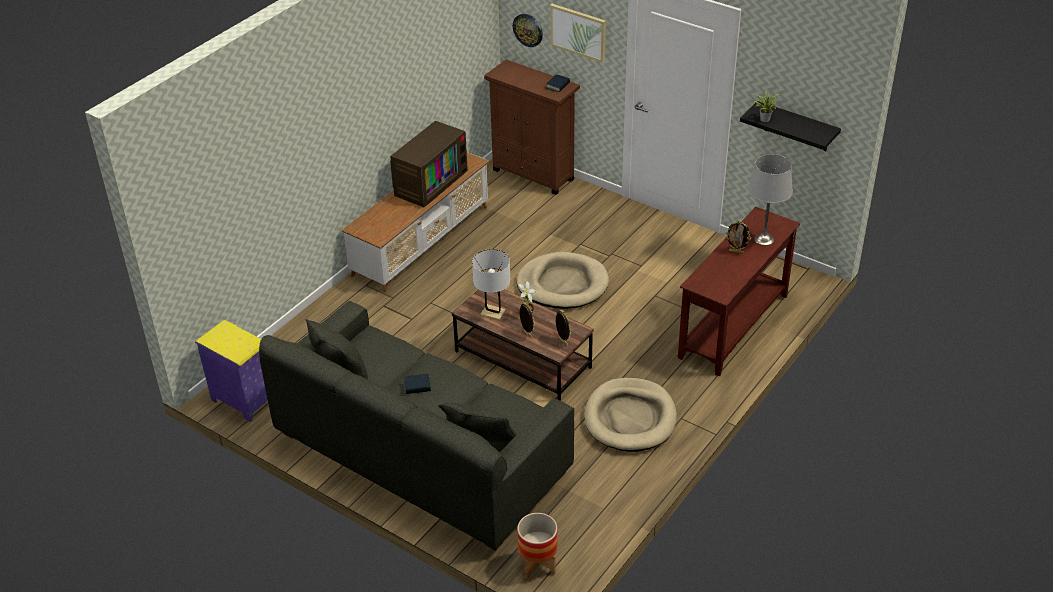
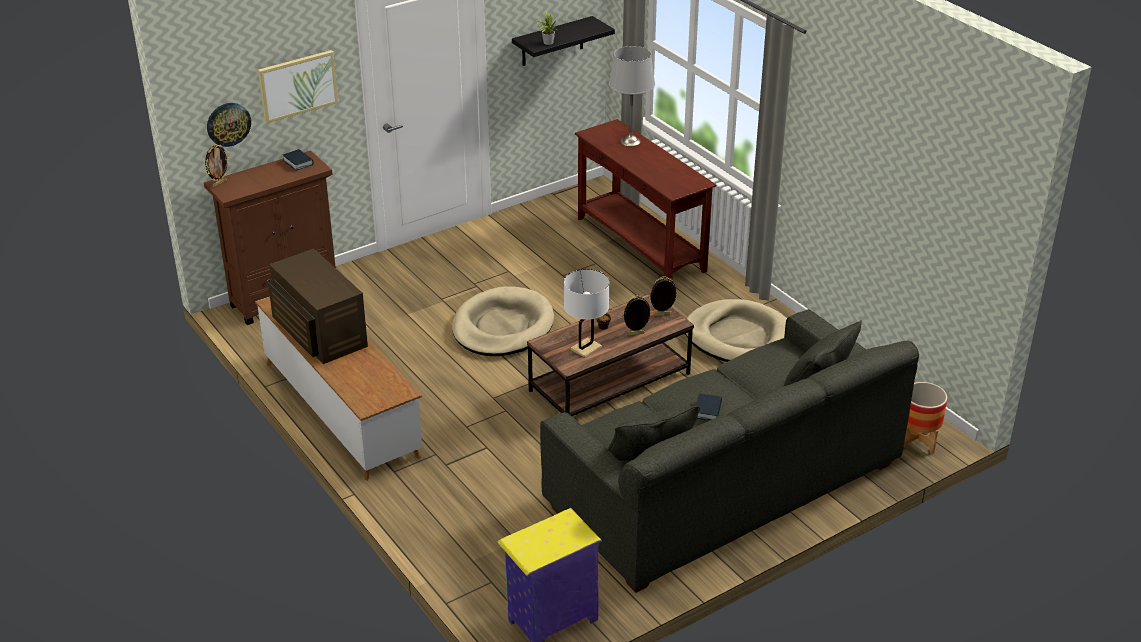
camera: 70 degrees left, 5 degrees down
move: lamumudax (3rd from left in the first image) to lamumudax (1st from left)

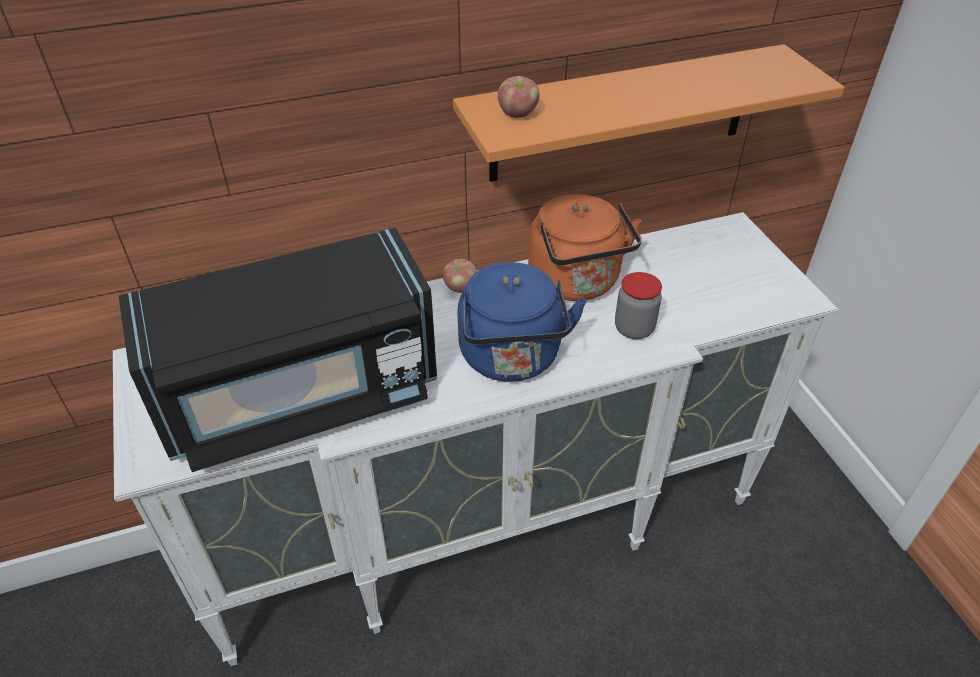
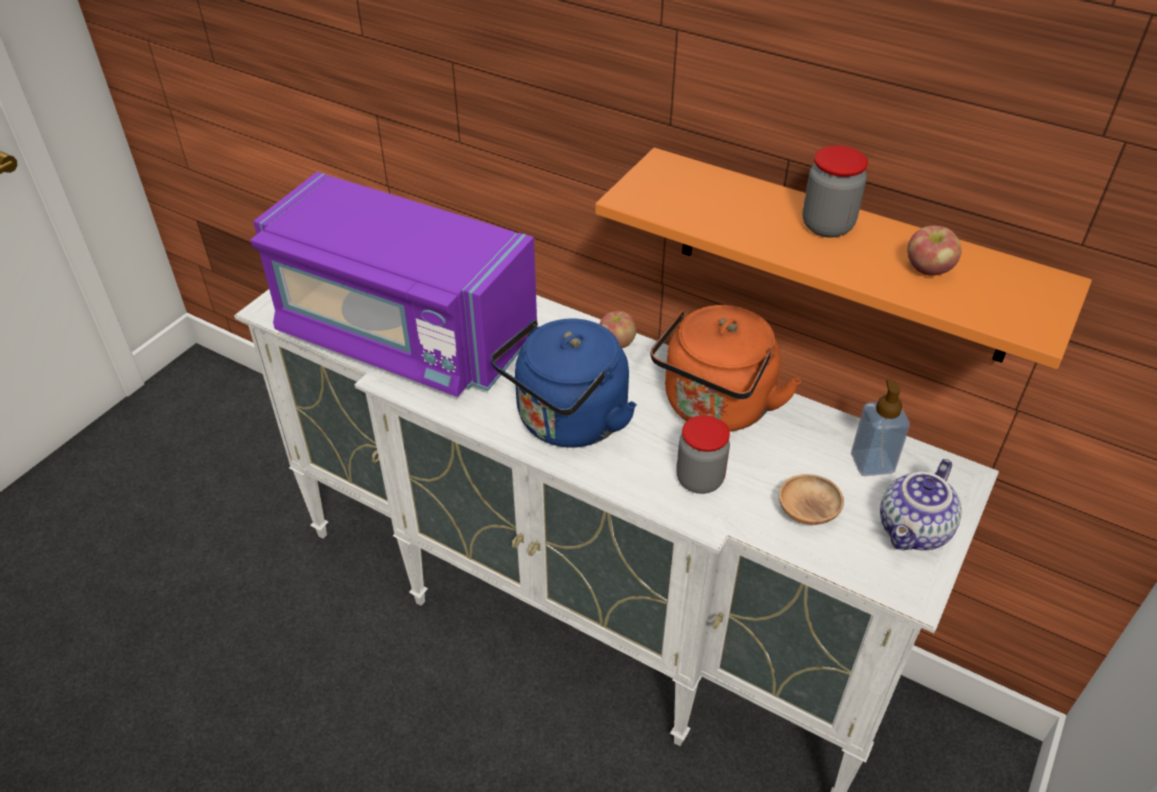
camera: 50 degrees right, 0 degrees up
insert: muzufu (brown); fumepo (2nd from left); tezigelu; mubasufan
move: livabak (2nd from left)
recolor: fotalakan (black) to fotalakan (purple)

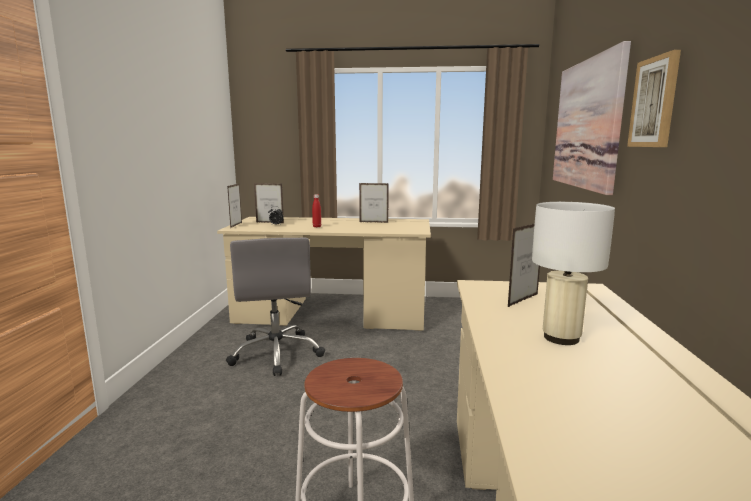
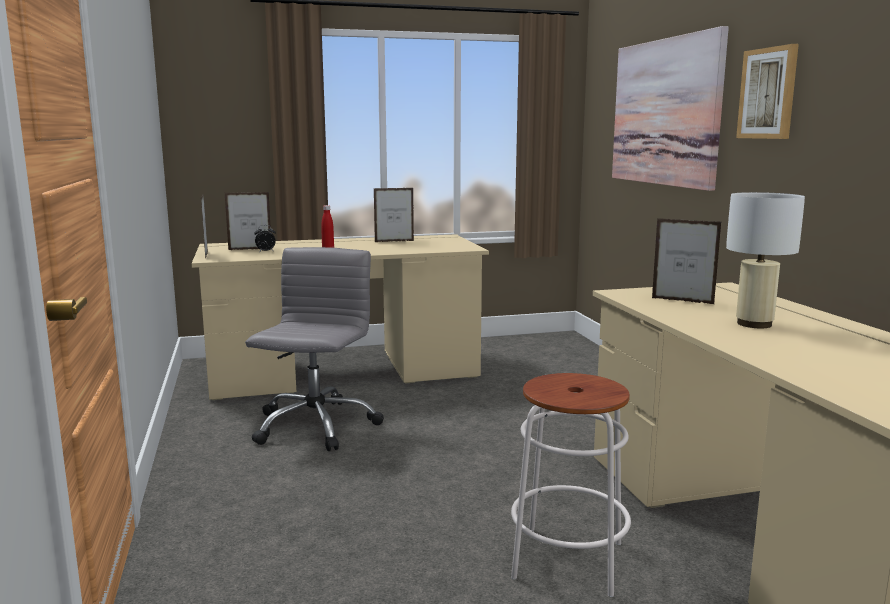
camera: 20 degrees left, 0 degrees up
rotate: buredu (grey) 135 degrees counterclockwise; lamumudax (4th from left) 90 degrees clockwise

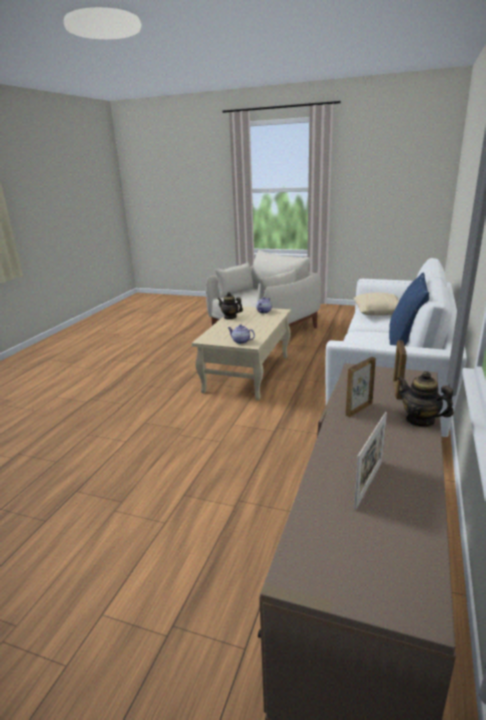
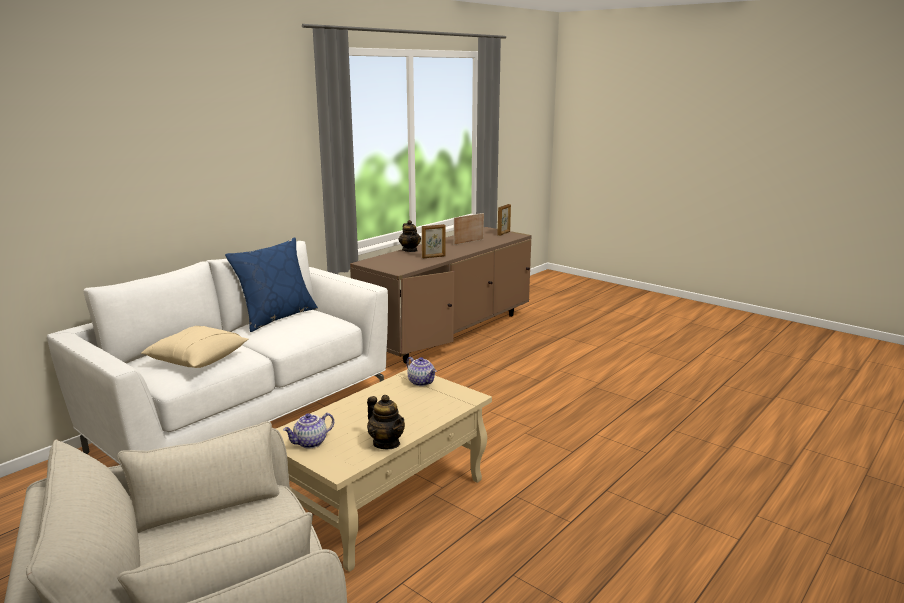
camera: 160 degrees left, 5 degrees down
move: lamumudax (3rd from left)

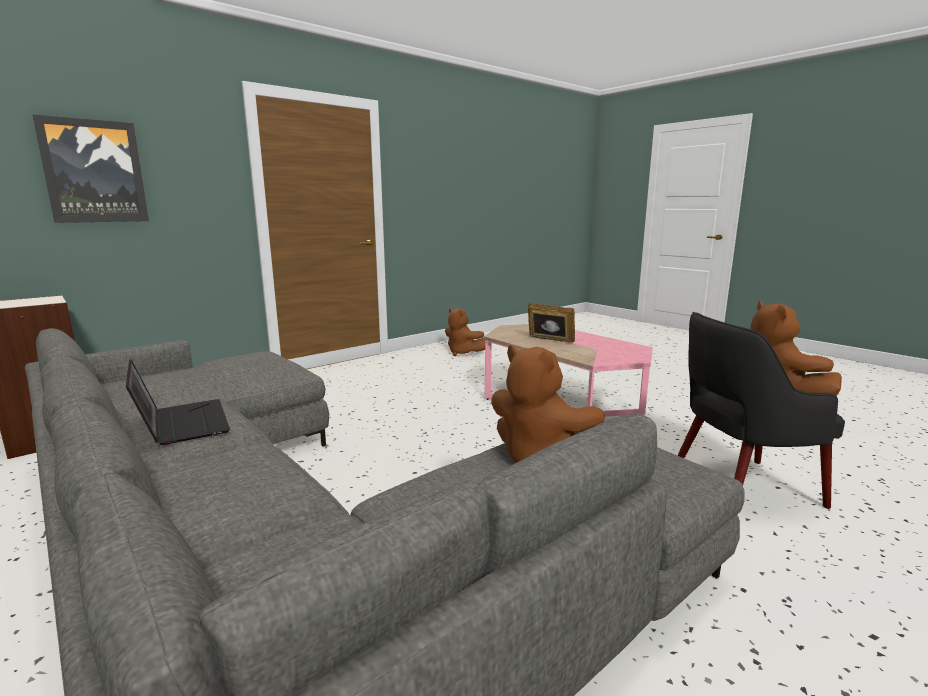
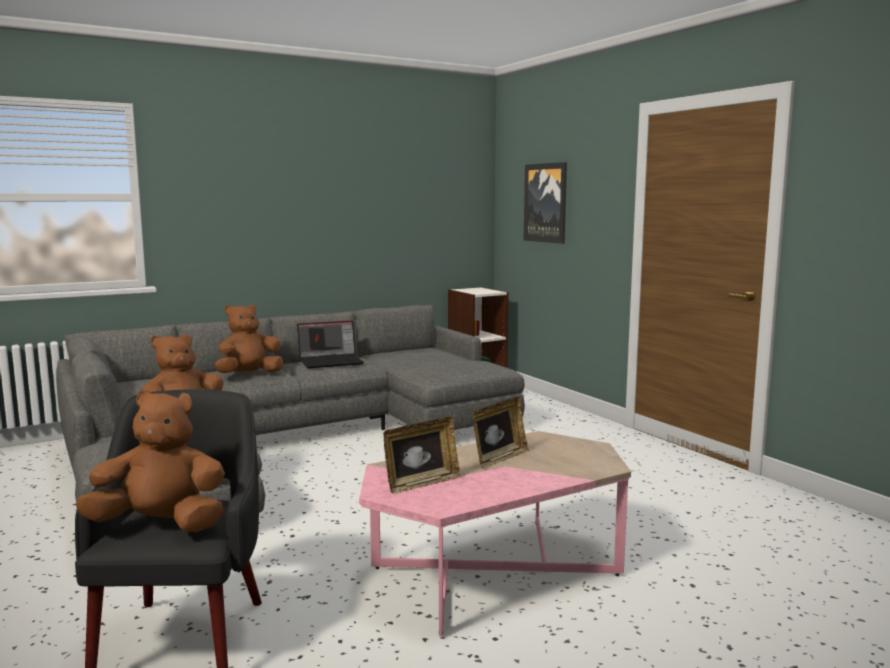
camera: 100 degrees right, 5 degrees down
insert: lamumudax (1st from left)
move: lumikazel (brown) (1st from left in the first image) to lumikazel (brown) (3rd from left)

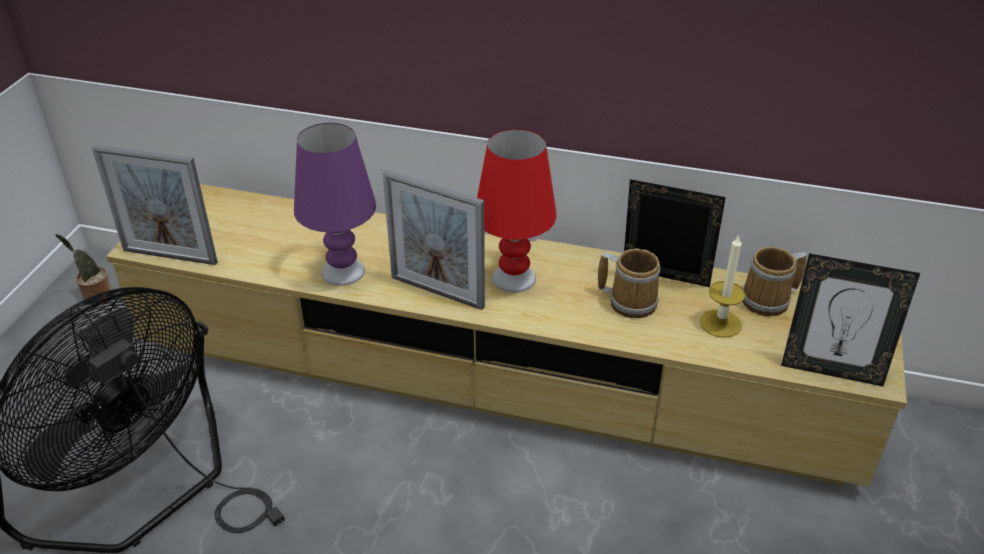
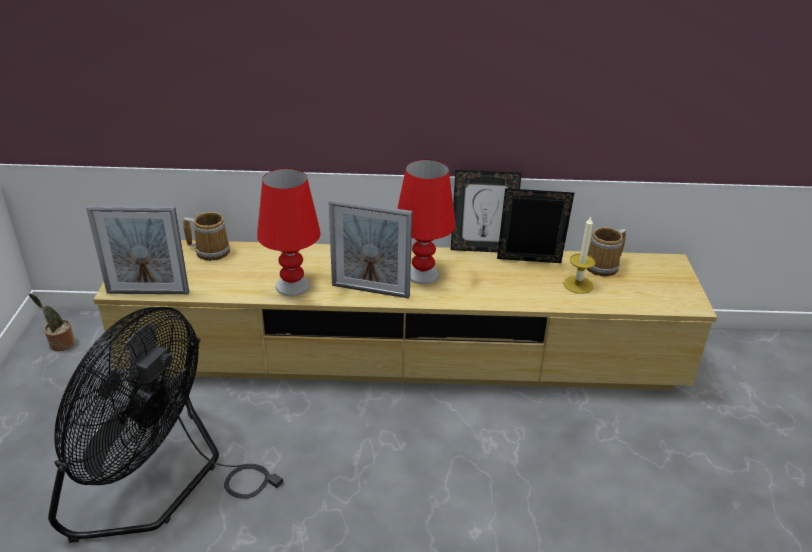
camera: 15 degrees left, 5 degrees down
move: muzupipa (1st from left); lamumudax (4th from left in the first image) to lamumudax (3rd from left)
recolor: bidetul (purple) to bidetul (red) (1st from left)

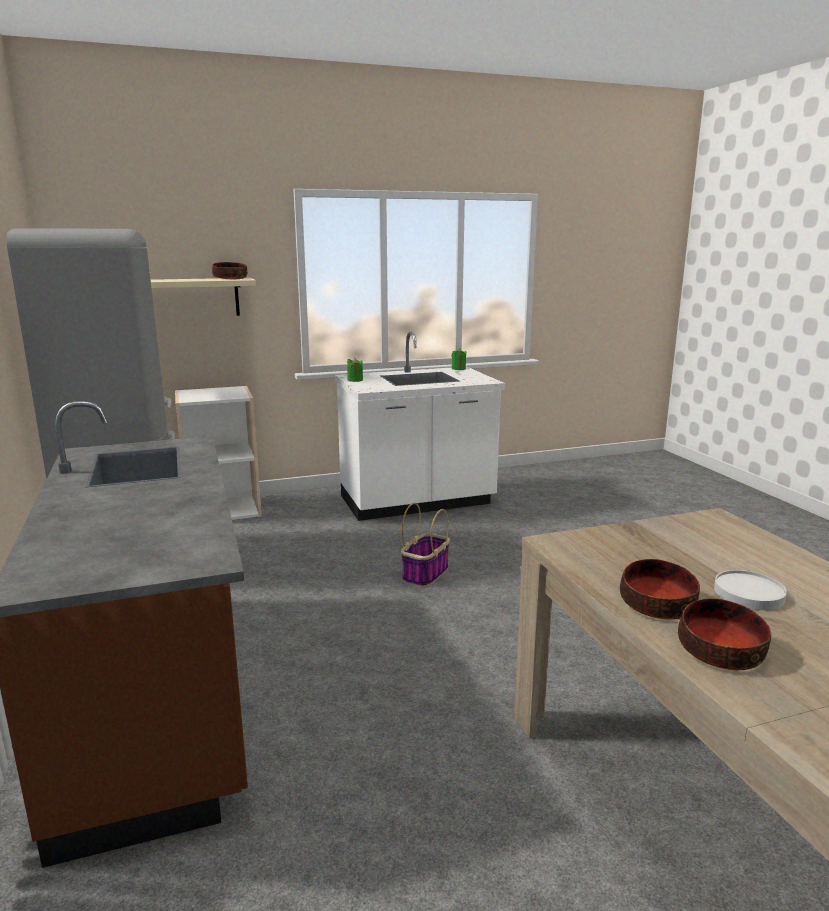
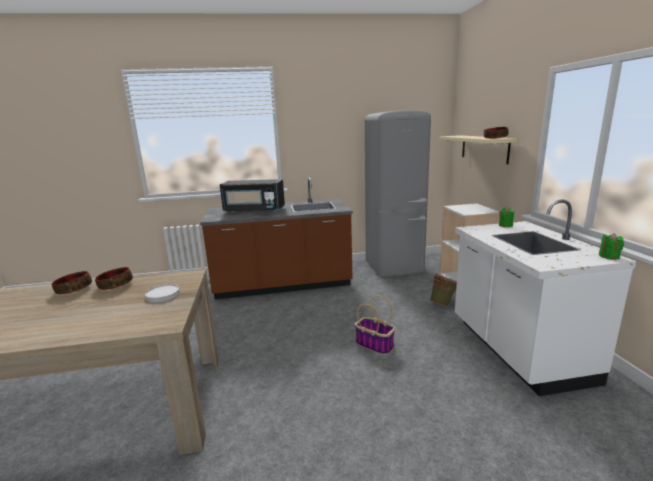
camera: 100 degrees right, 0 degrees up
insert: fotalakan (black); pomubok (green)
move: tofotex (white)

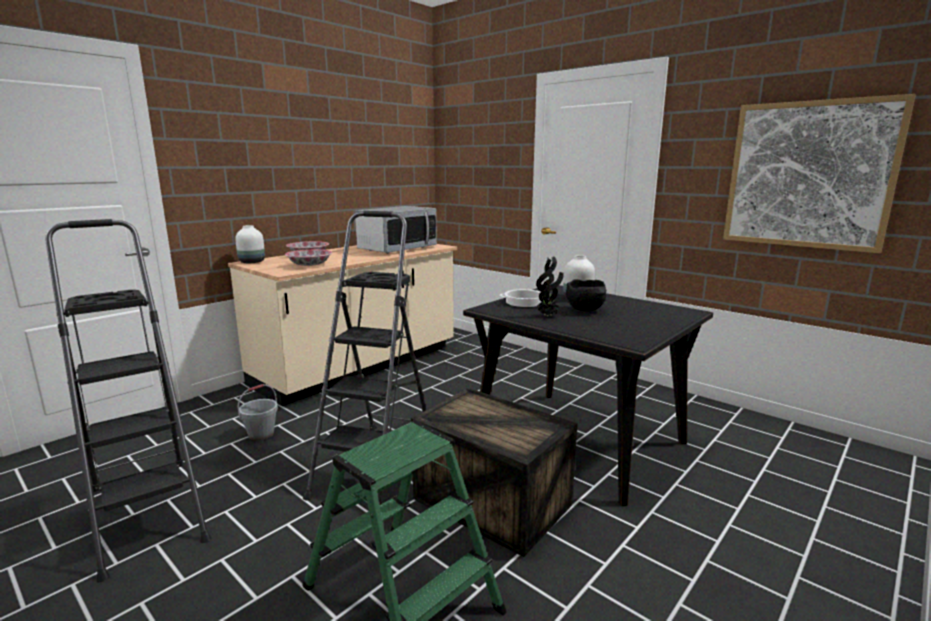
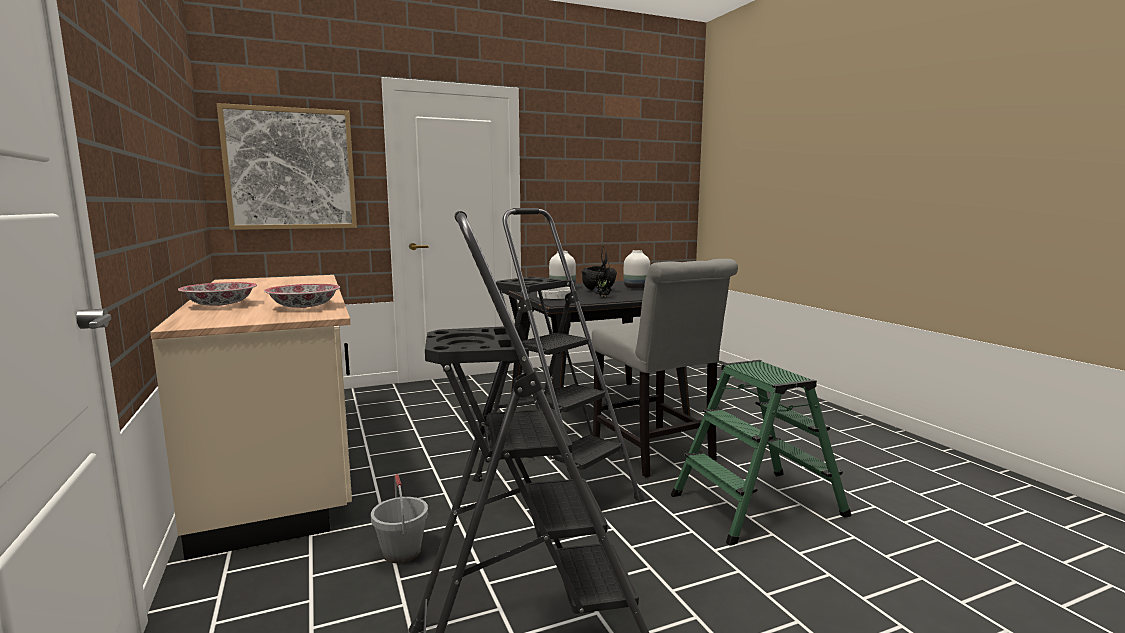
camera: 65 degrees left, 5 degrees down
delete: fotalakan
move: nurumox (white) (1st from left in the first image) to nurumox (white) (2nd from left); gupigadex
replace: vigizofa to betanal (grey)

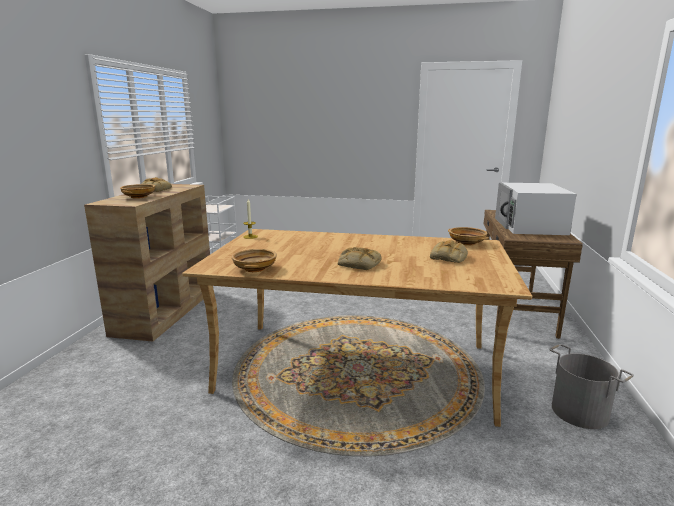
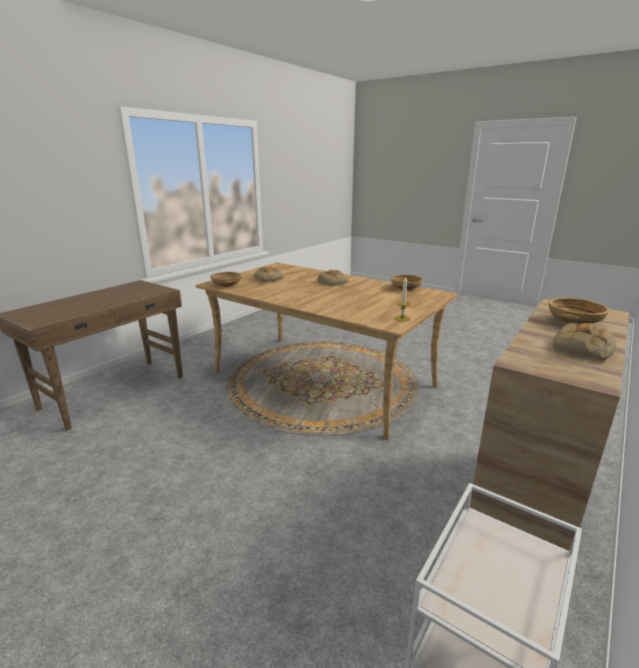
camera: 155 degrees left, 5 degrees up
delete: fotalakan (white); pomubok (grey)

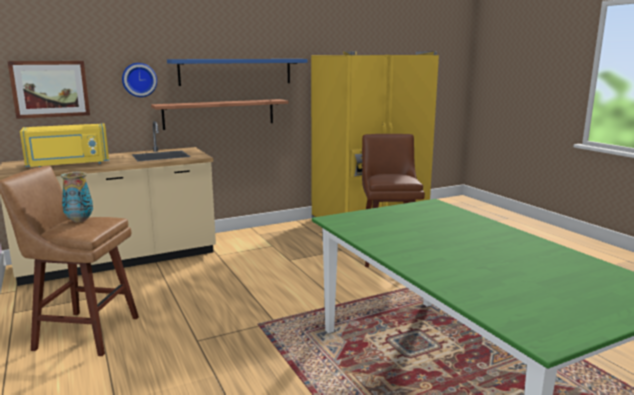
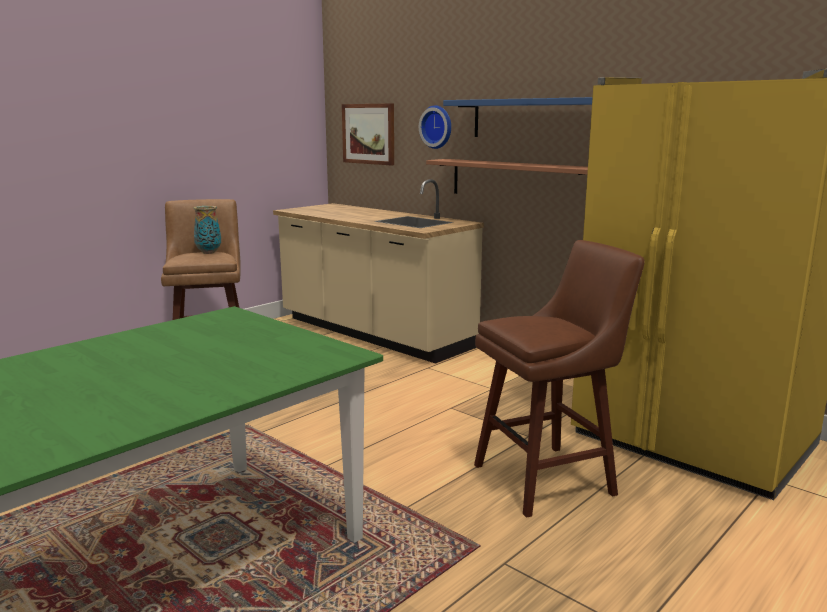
camera: 70 degrees right, 0 degrees up
delete: fotalakan (yellow)

